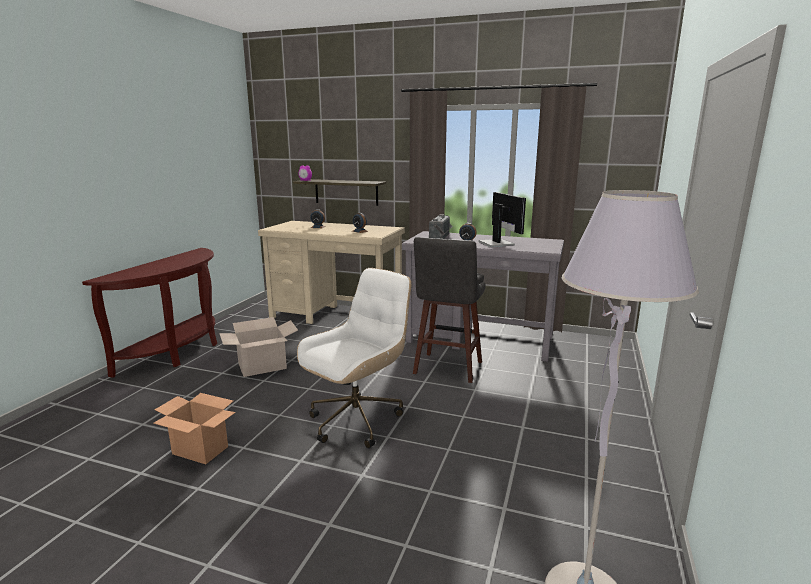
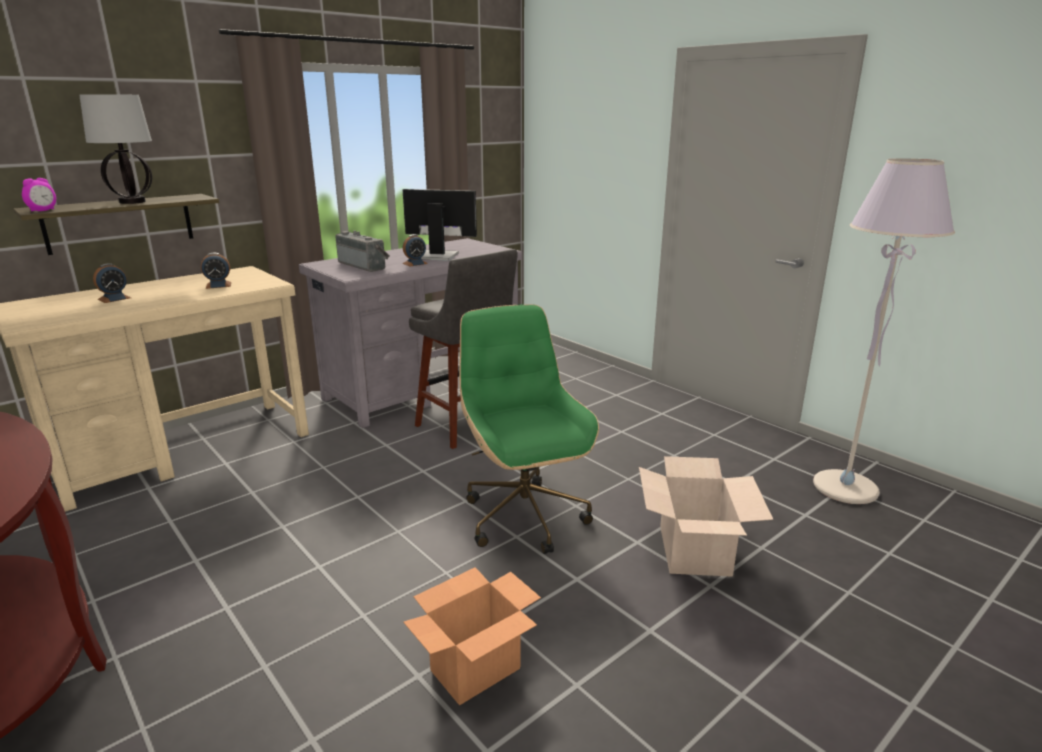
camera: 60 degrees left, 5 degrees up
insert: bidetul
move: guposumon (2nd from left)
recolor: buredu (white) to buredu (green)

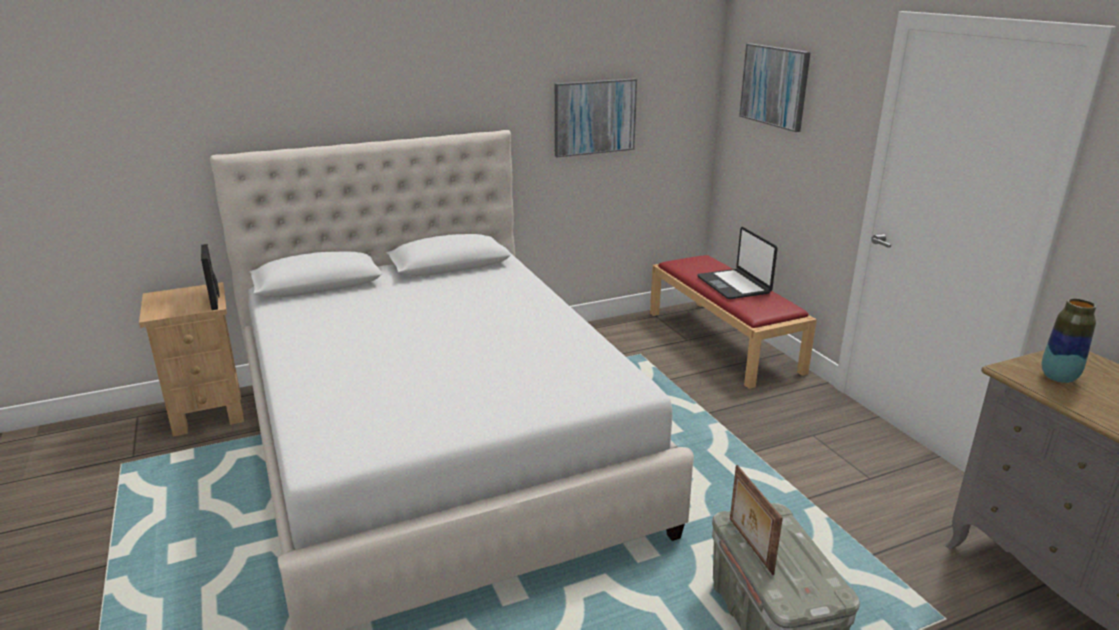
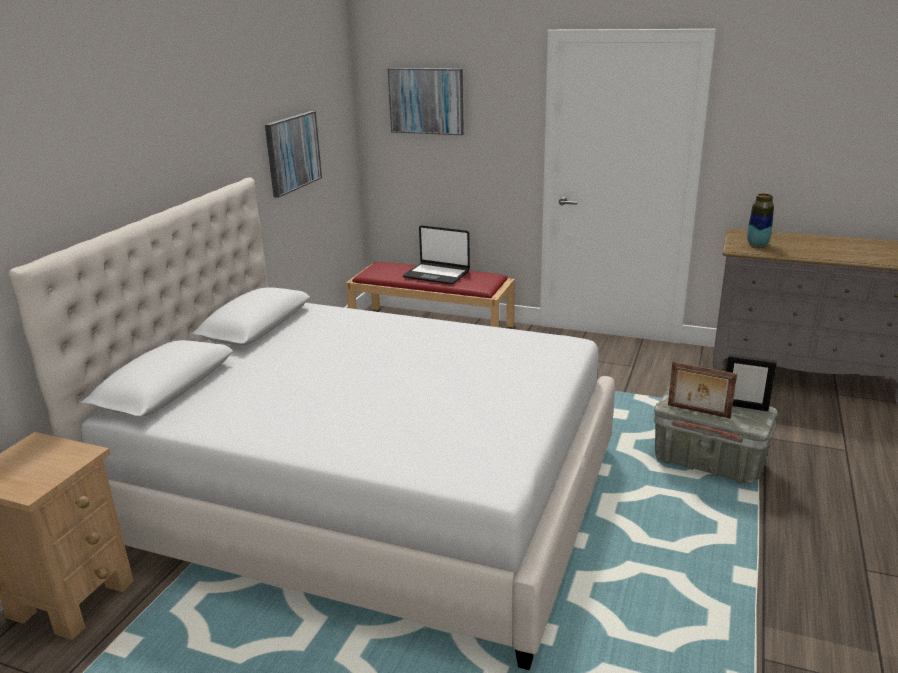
camera: 45 degrees left, 0 degrees up
move: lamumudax (1st from left in the first image) to lamumudax (2nd from left)

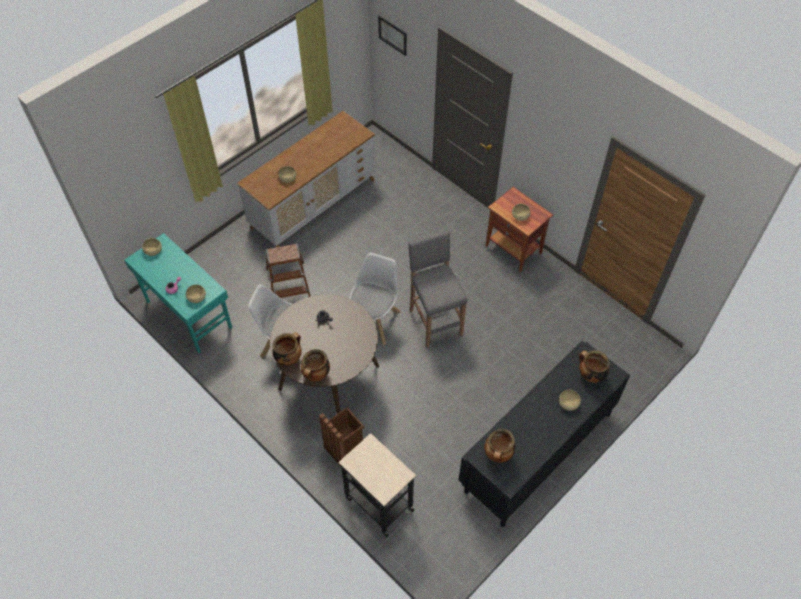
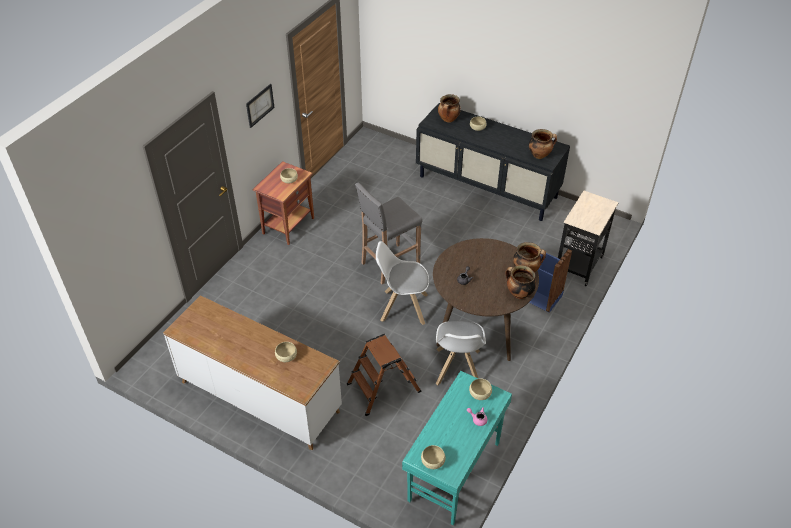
camera: 105 degrees left, 10 degrees down
move: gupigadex
recolor: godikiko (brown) to godikiko (blue)

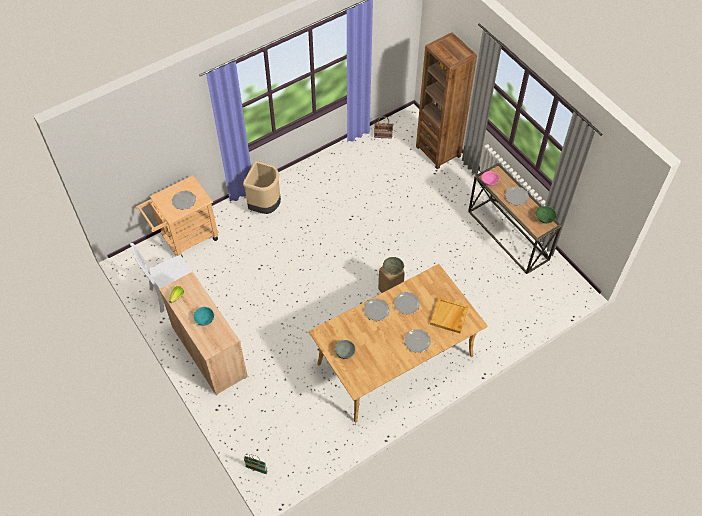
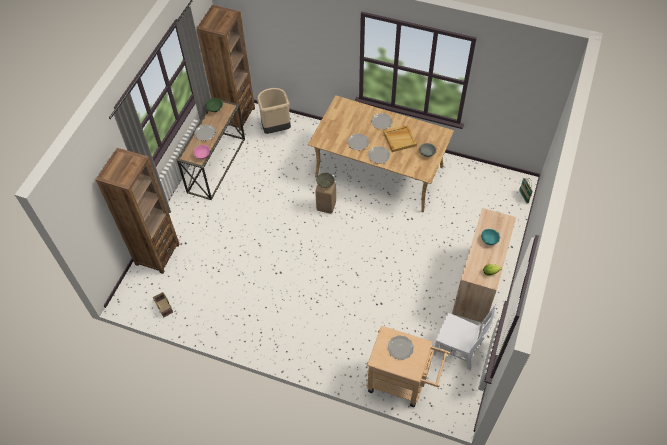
camera: 125 degrees left, 0 degrees up
insert: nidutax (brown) (2nd from left)
move: godikiko (beige); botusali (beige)

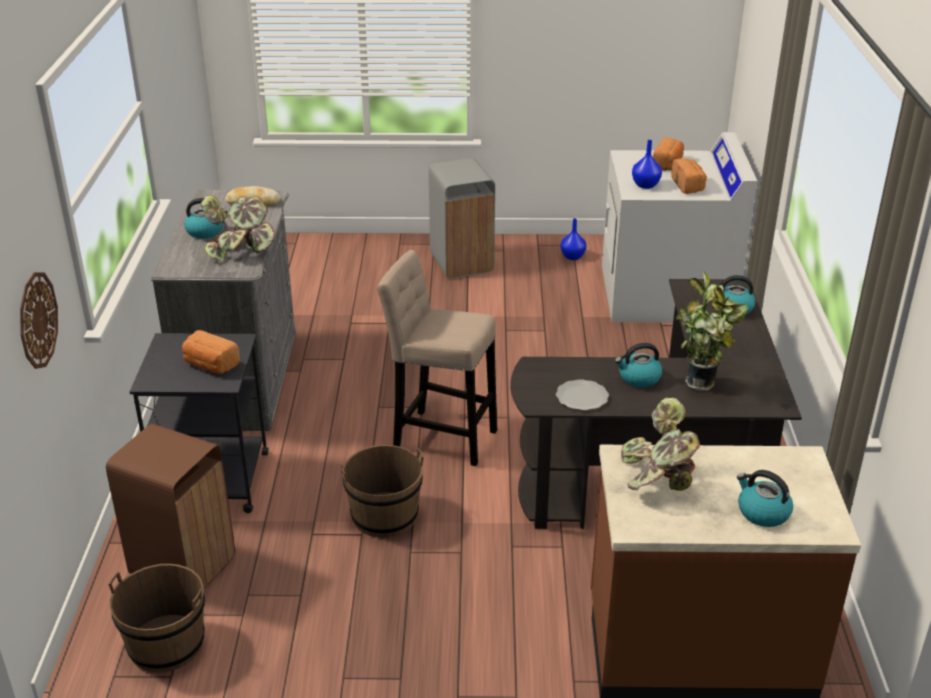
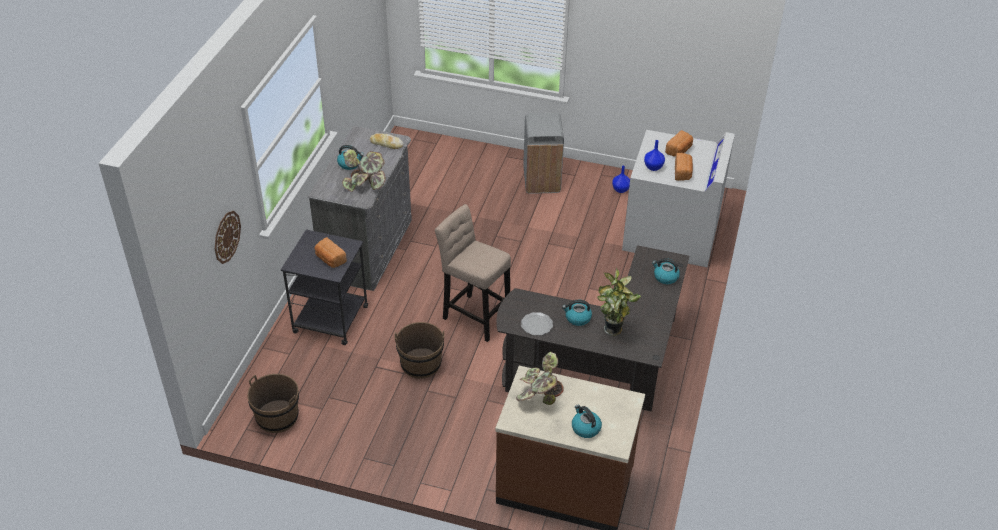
camera: 15 degrees right, 10 degrees up
delete: godikiko (brown)

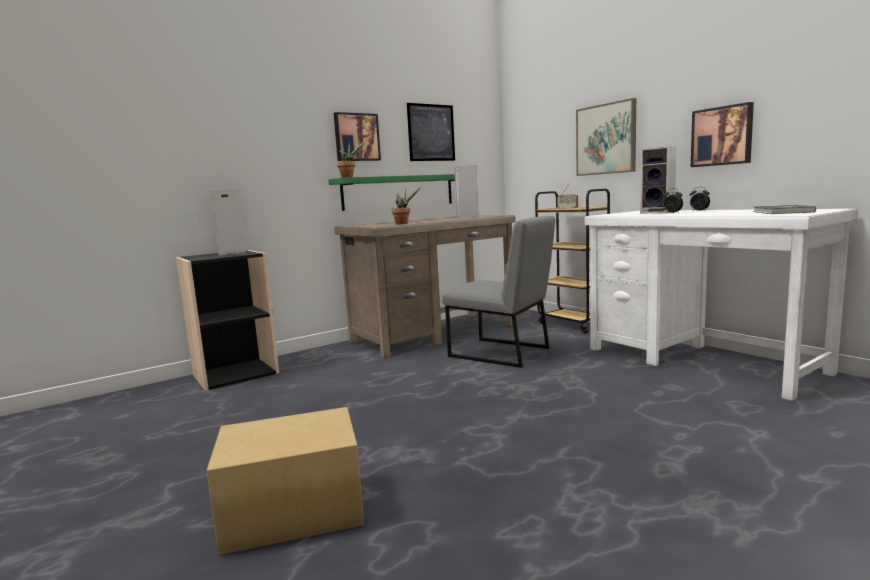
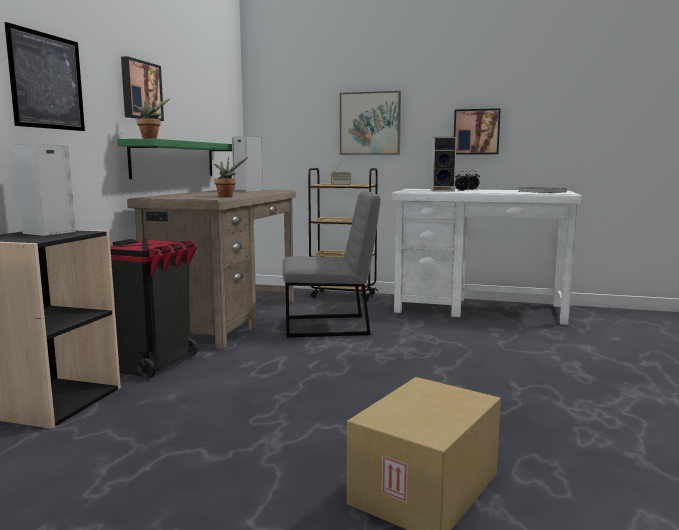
camera: 40 degrees left, 0 degrees up
insert: godikiko (black)
move: gupigadex (2nd from left in the first image) to gupigadex (1st from left)

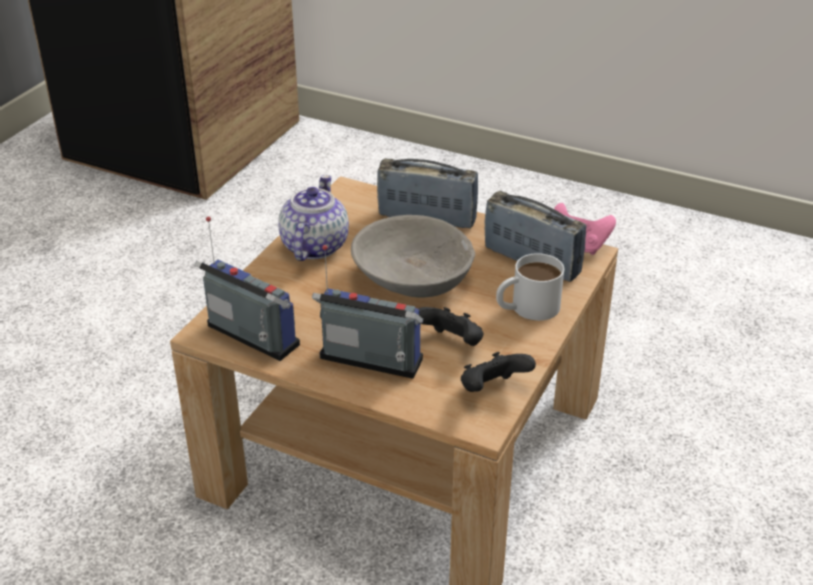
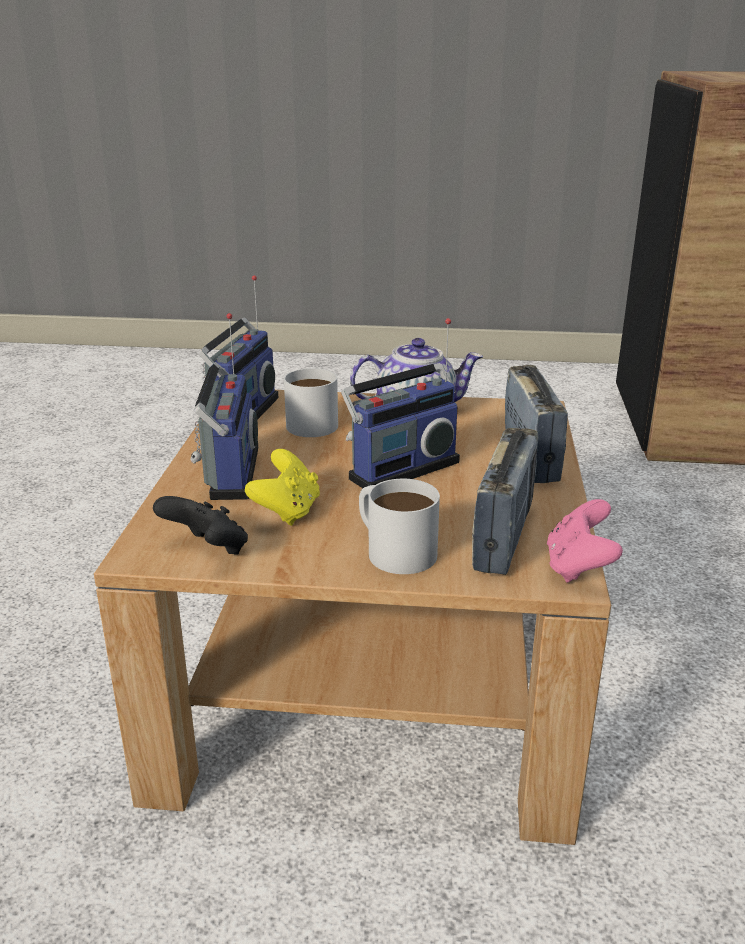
camera: 70 degrees right, 10 degrees down
insert: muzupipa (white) (1st from left)
replace: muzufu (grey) to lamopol (3rd from left)
recolor: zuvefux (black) (1st from left) to zuvefux (yellow)

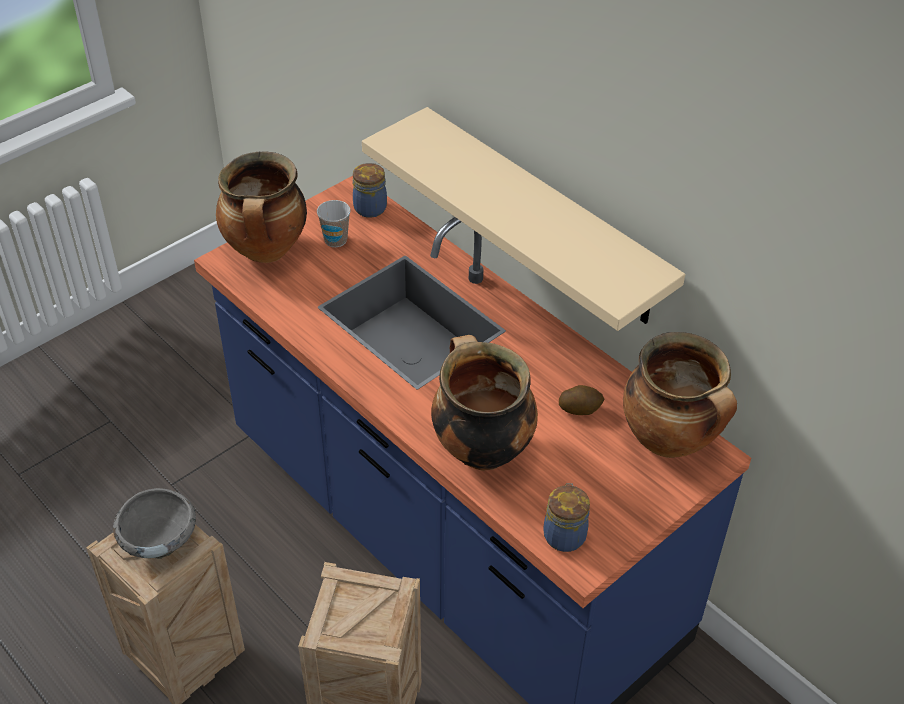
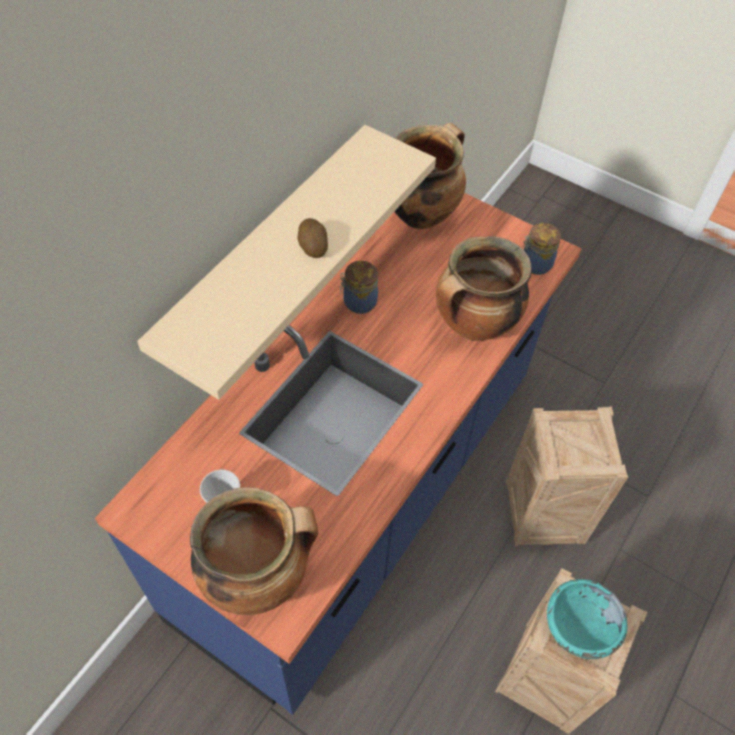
camera: 105 degrees left, 10 degrees up
move: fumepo (1st from left); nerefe
recolor: muzufu (grey) to muzufu (turquoise)

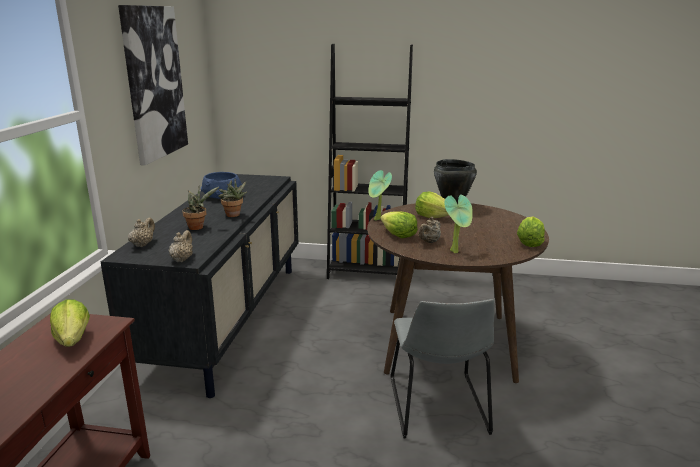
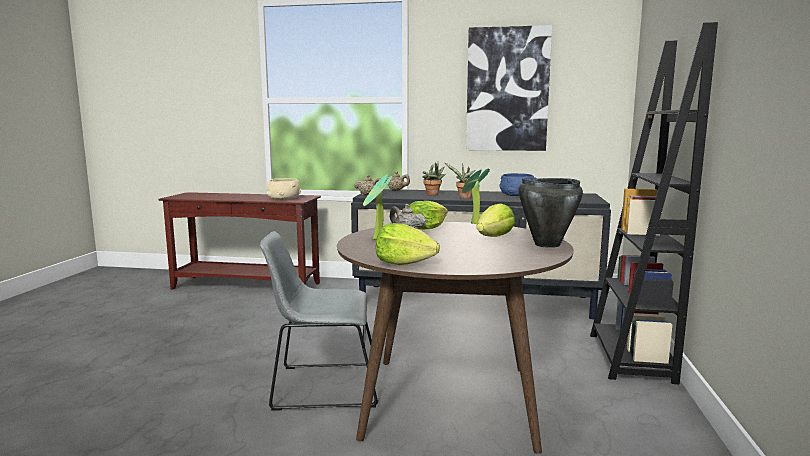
camera: 90 degrees right, 10 degrees down
replace: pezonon (1st from left) to muzufu (beige)

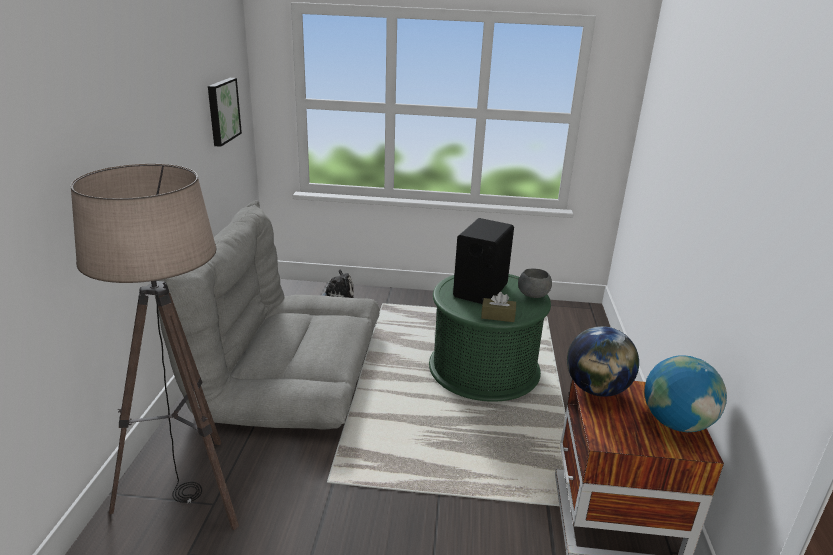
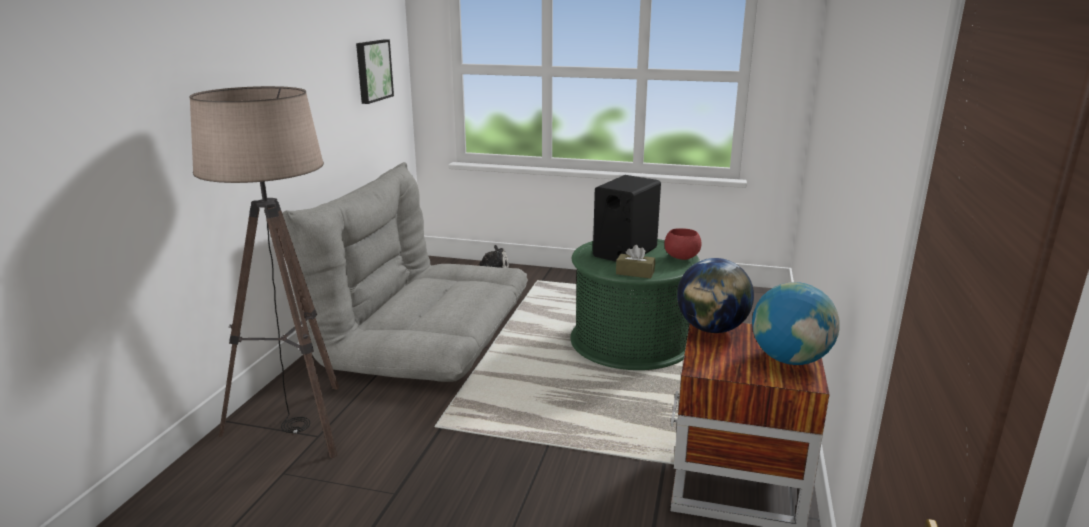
camera: 10 degrees right, 5 degrees down
recolor: muzufu (grey) to muzufu (red)

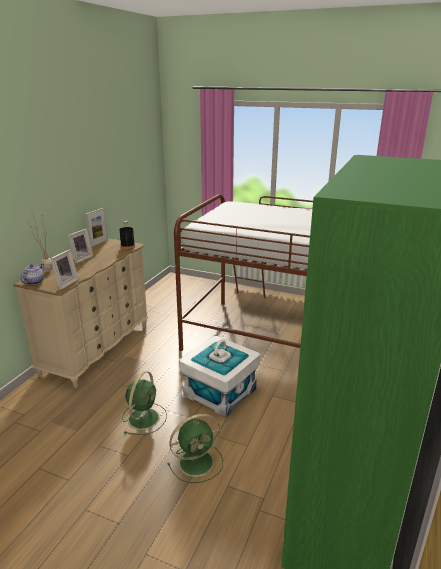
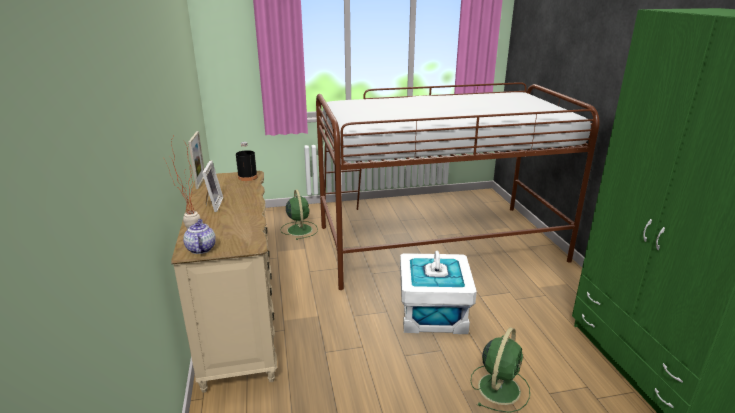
camera: 35 degrees left, 0 degrees up
delete: lamumudax (1st from left)
move: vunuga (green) (1st from left)

